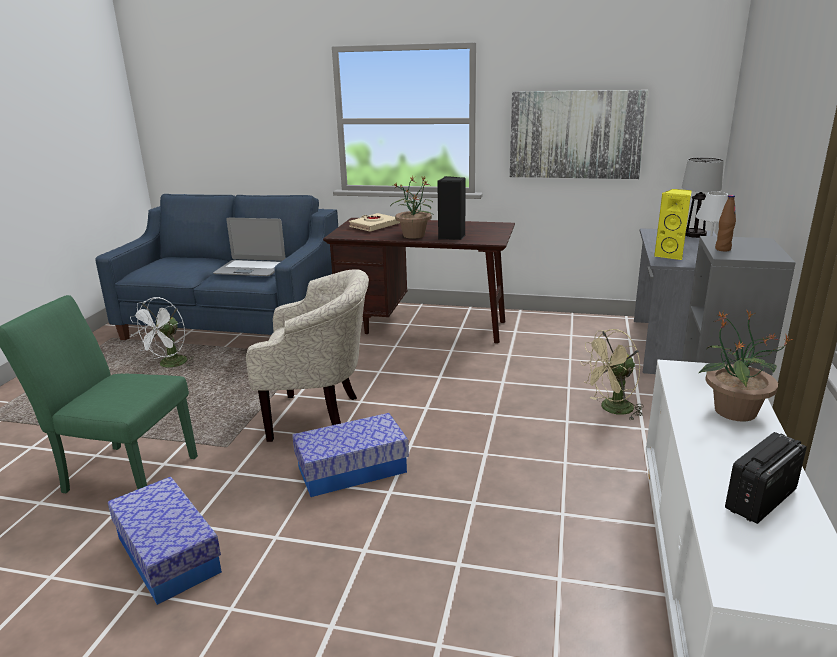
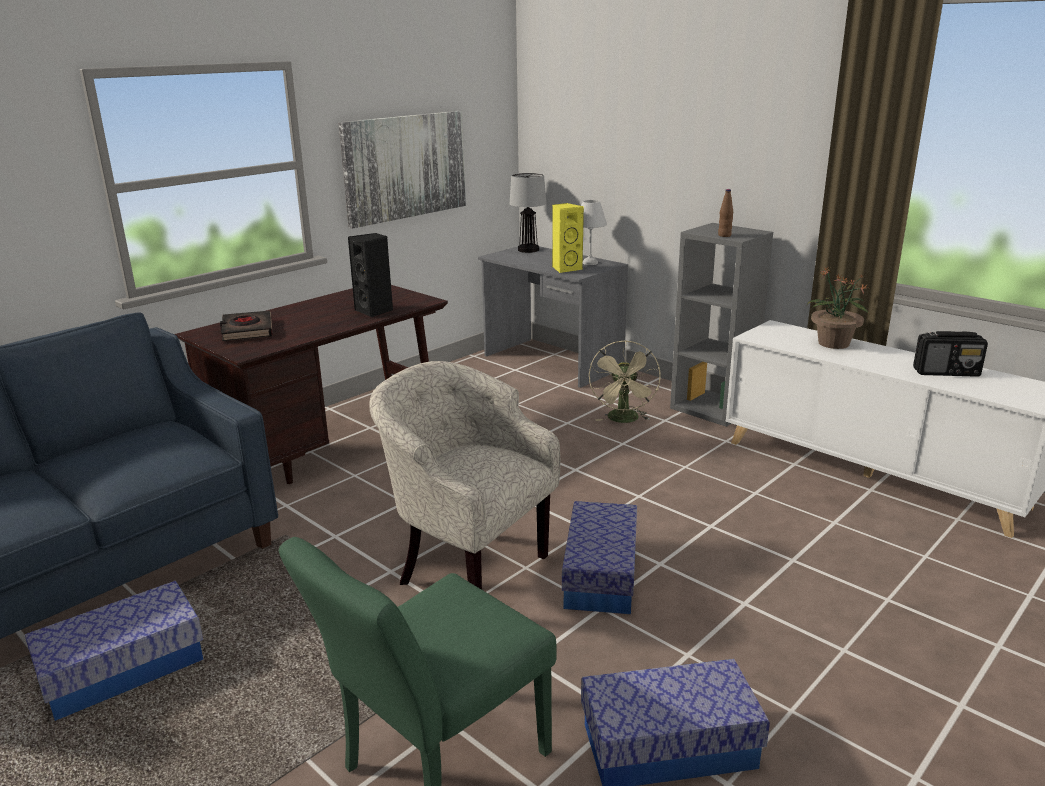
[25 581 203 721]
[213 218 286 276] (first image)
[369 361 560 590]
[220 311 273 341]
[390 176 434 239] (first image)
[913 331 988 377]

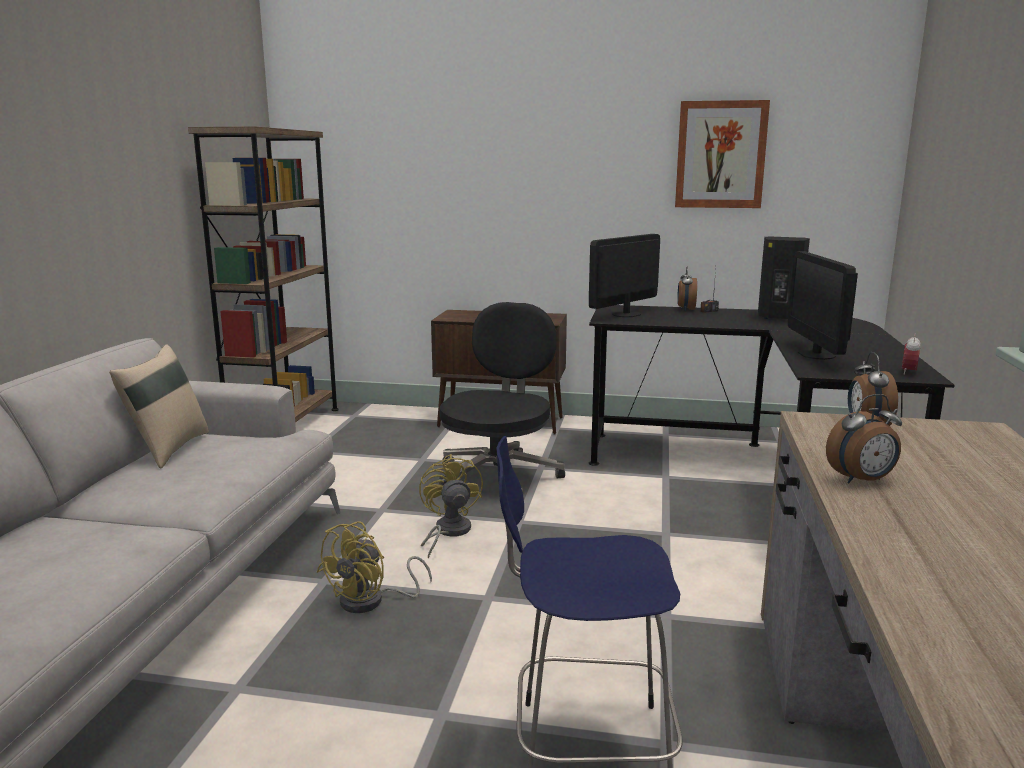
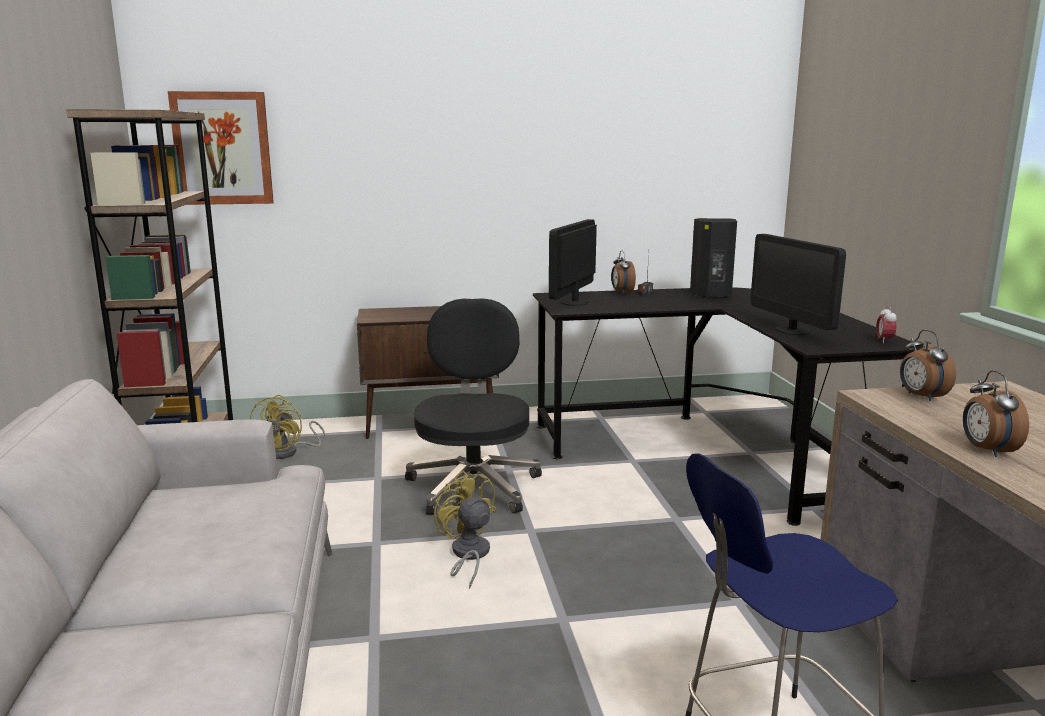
[109 344 209 469] (first image)
[250 395 326 459]
[168 91 274 205]
[963 370 1029 457]

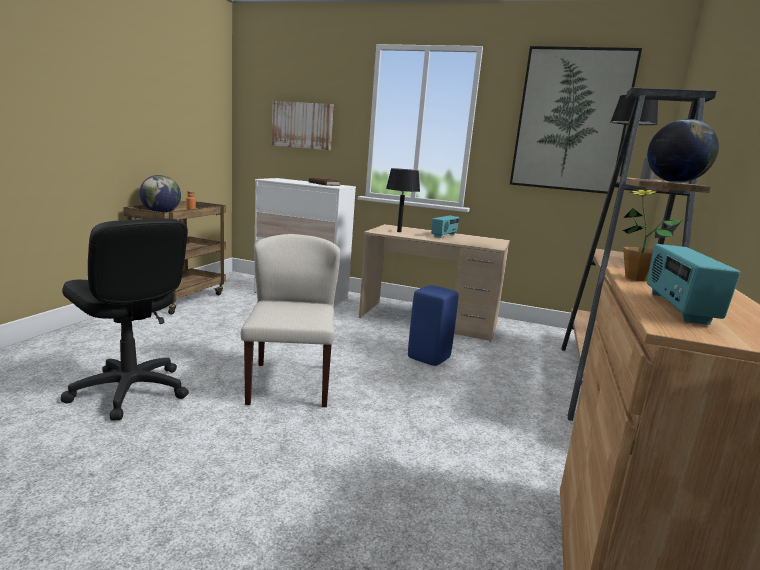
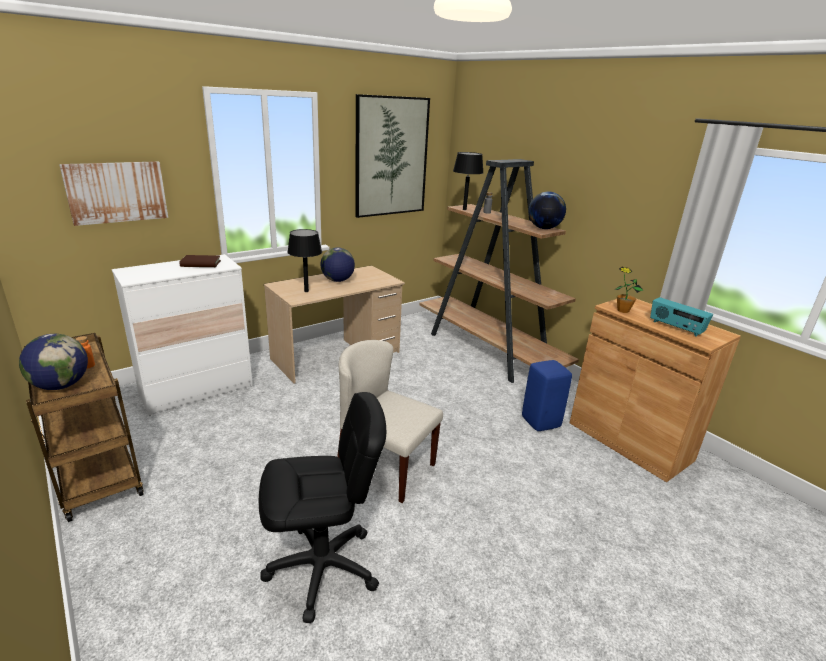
[522 360 572 431]
[321 247 355 282]

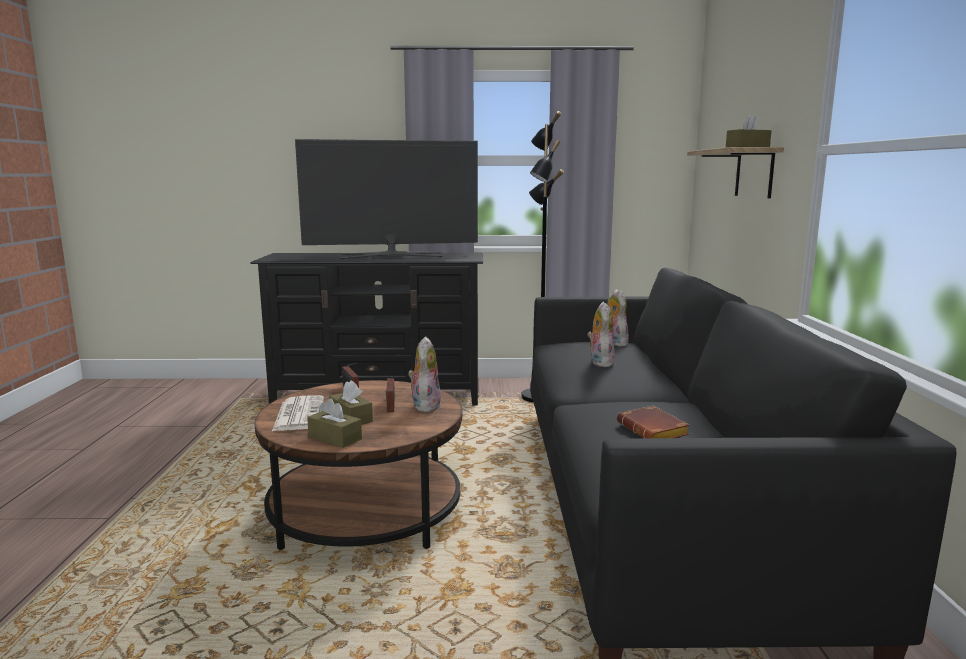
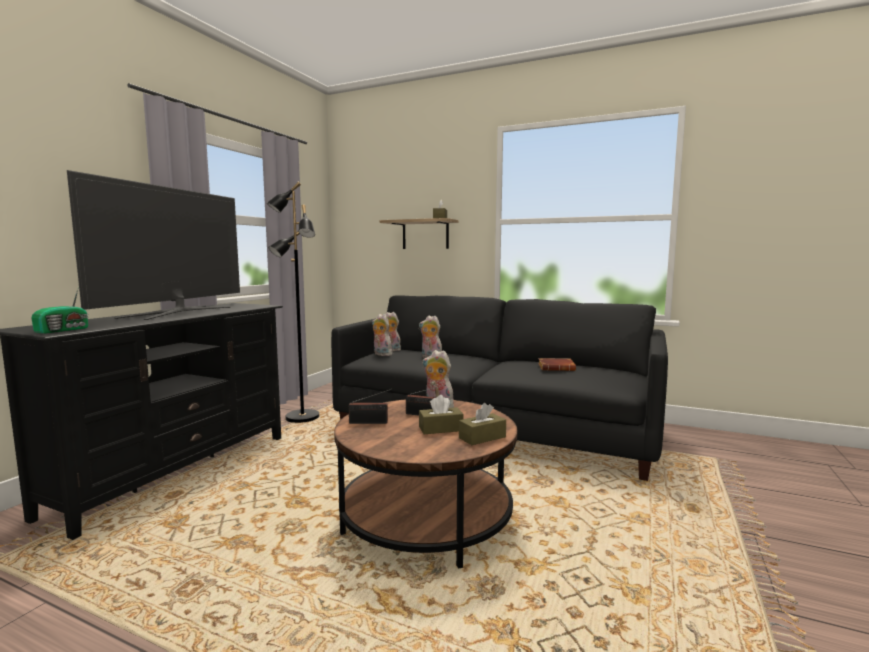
[272 395 324 431] (first image)
[31 286 89 334]
[372 314 392 356]

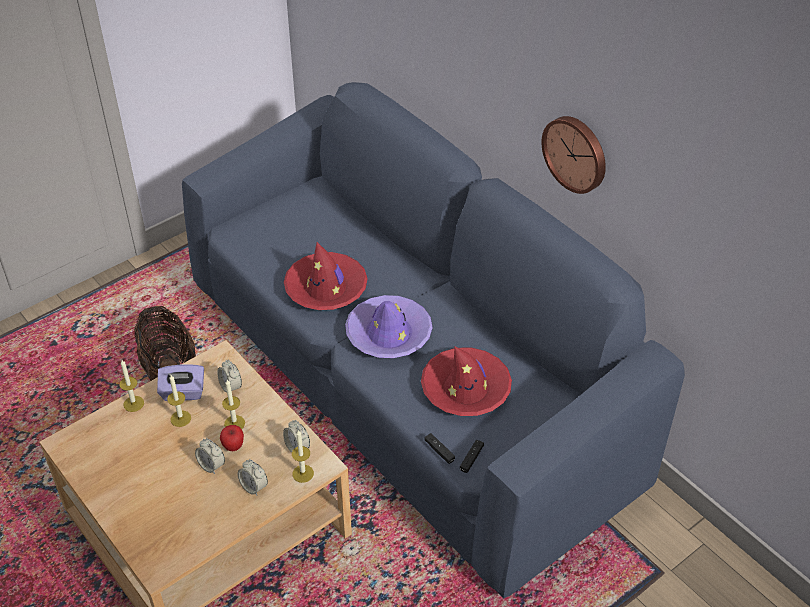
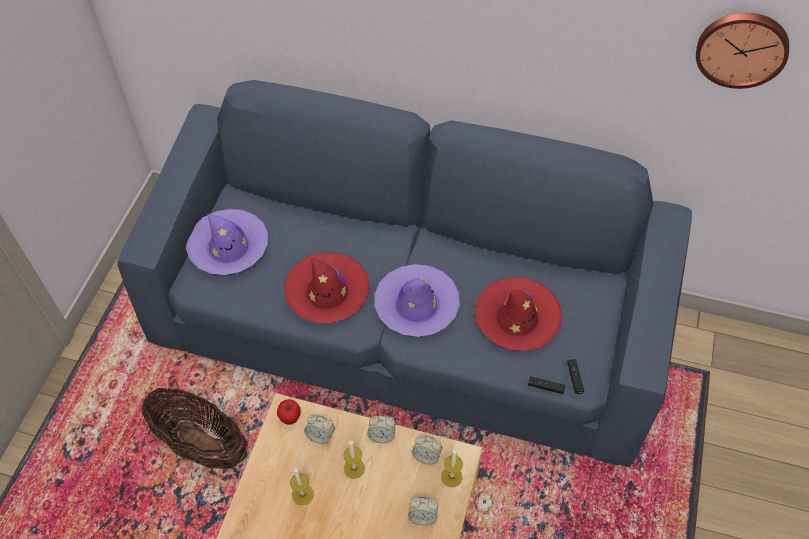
[119 360 144 412] (first image)
[157 364 204 401] (first image)
[367 416 396 443]
[277 399 301 425]
[696 13 789 89]
[186 209 268 275]

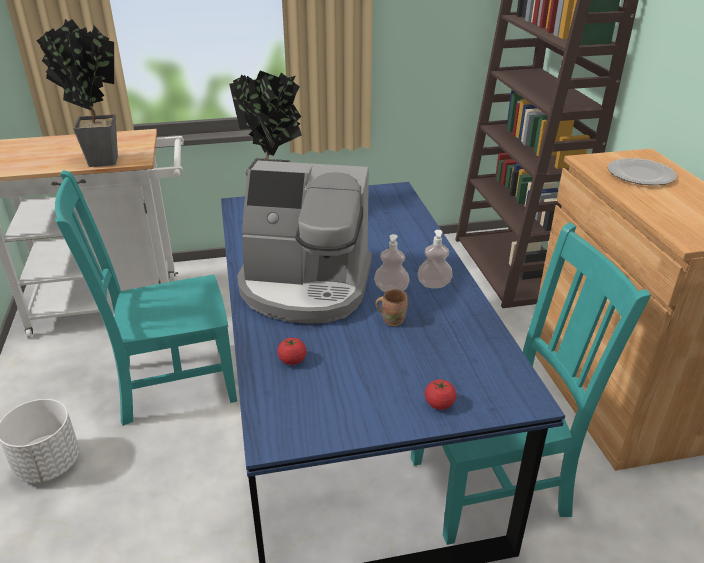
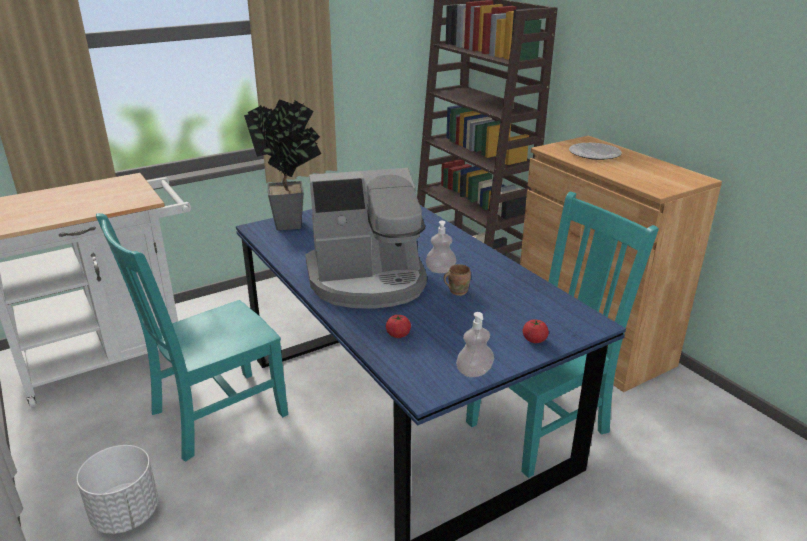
[37 19 118 167] (first image)
[456 312 494 377]

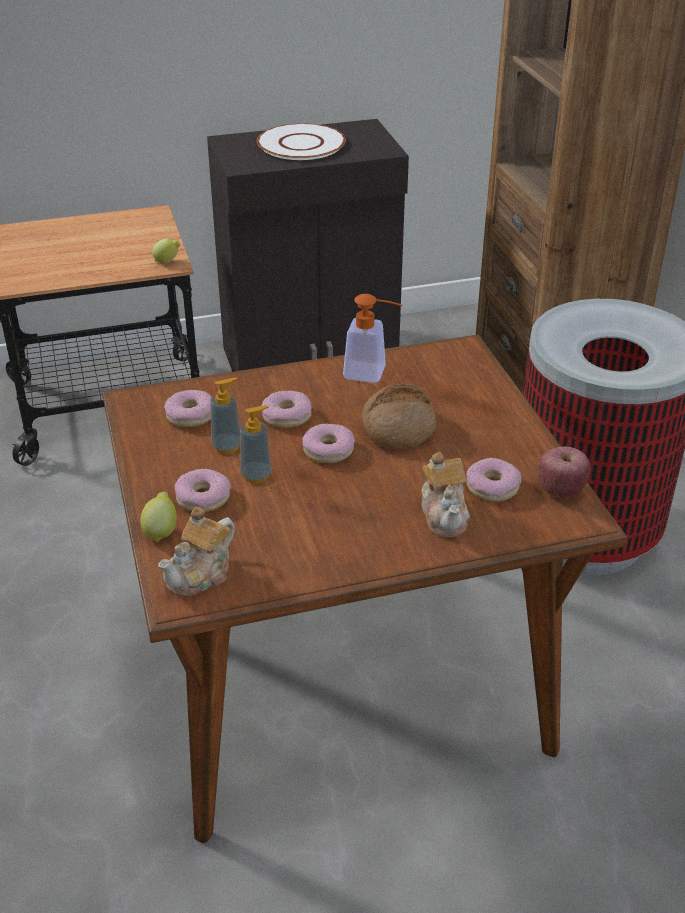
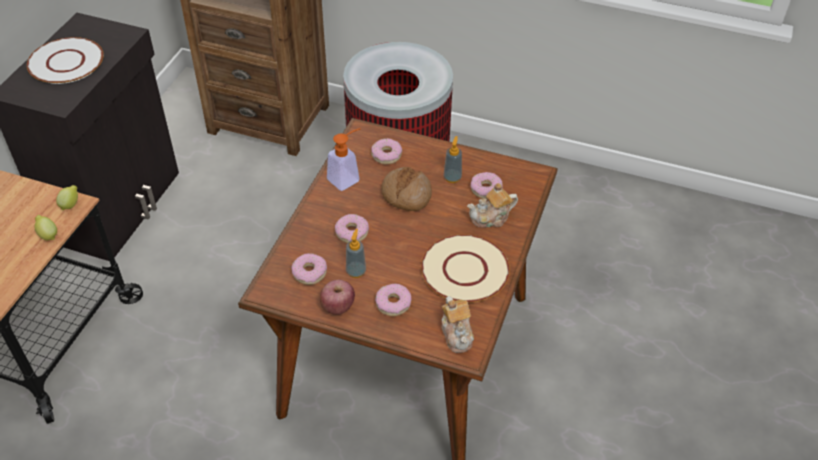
[35 215 57 240]
[444 136 462 183]
[371 138 402 164]
[467 183 518 228]
[320 280 355 315]
[421 234 510 303]

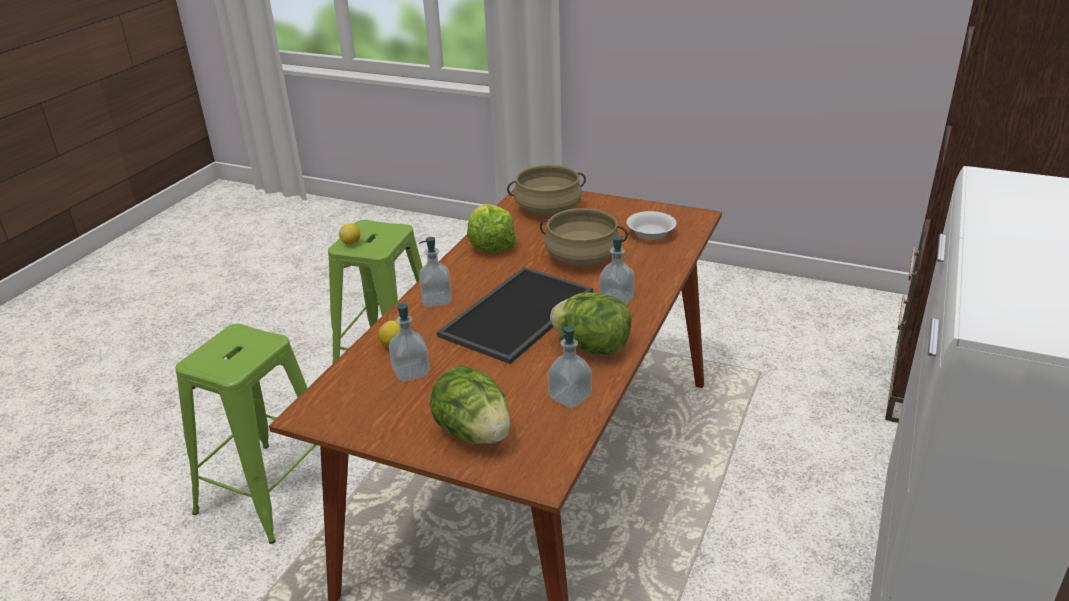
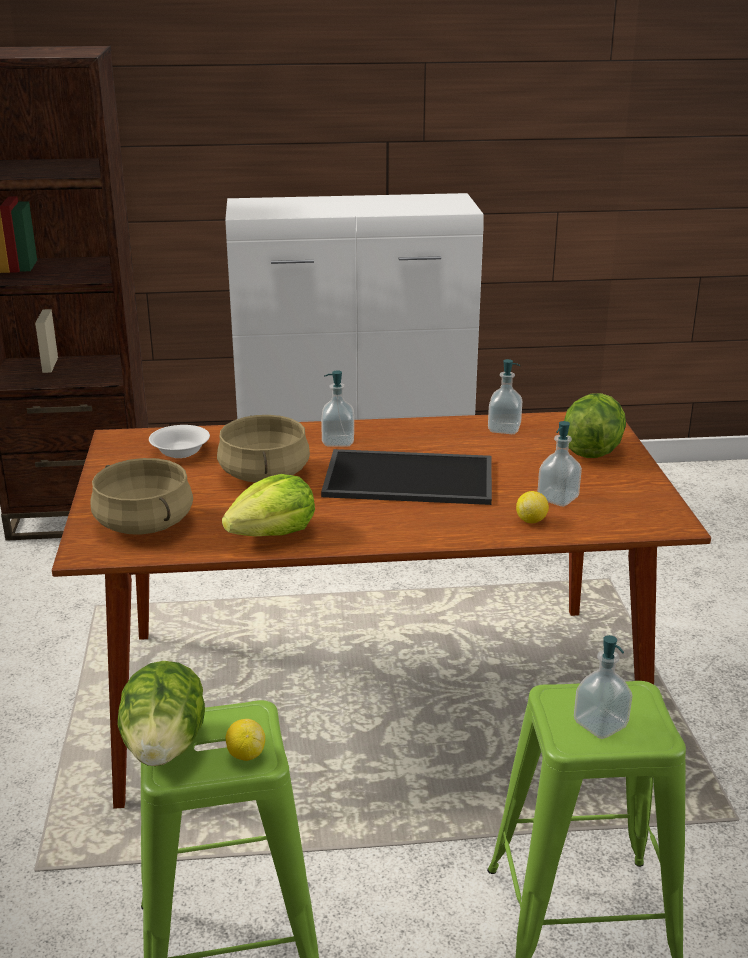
[574 635 633 739]
[118 661 205 766]

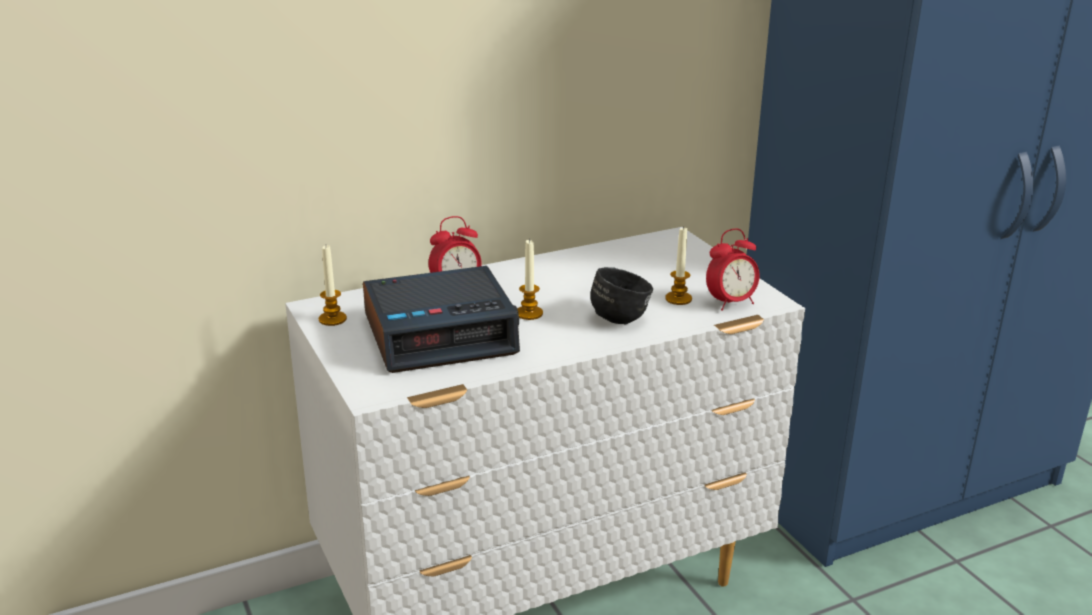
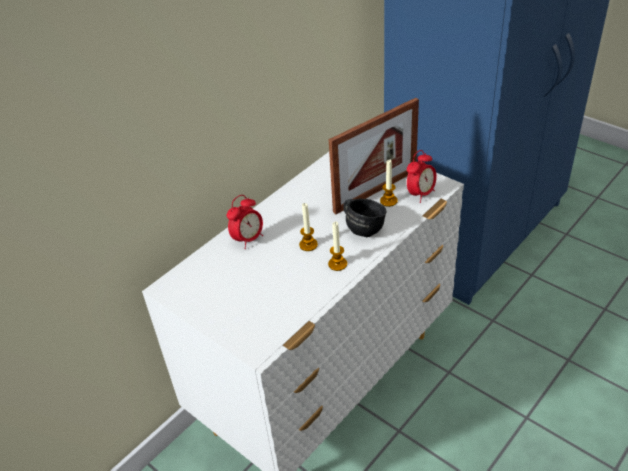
[328 221 347 271]
[363 266 520 373] (first image)
[329 98 419 214]

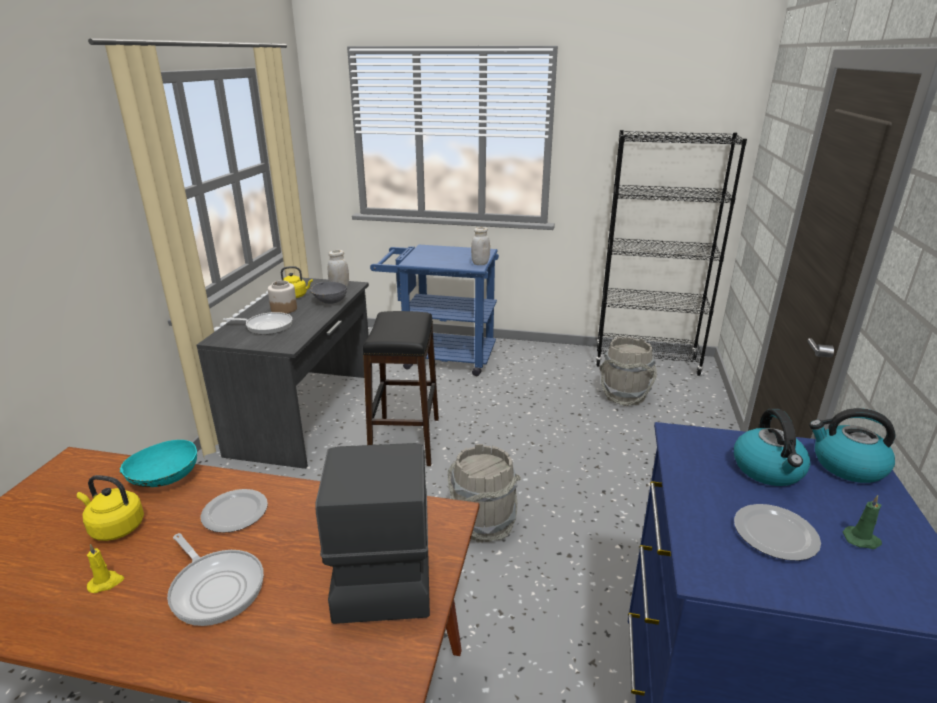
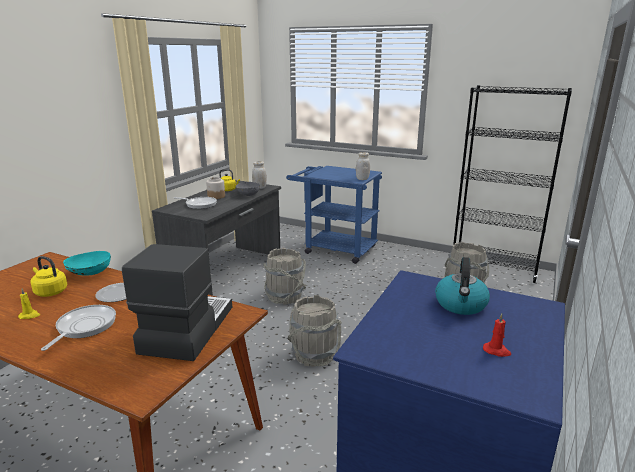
[41 305 116 351]
[263 248 306 305]
[734 504 821 561] (first image)
[809 408 896 483] (first image)
[483 313 511 357]

